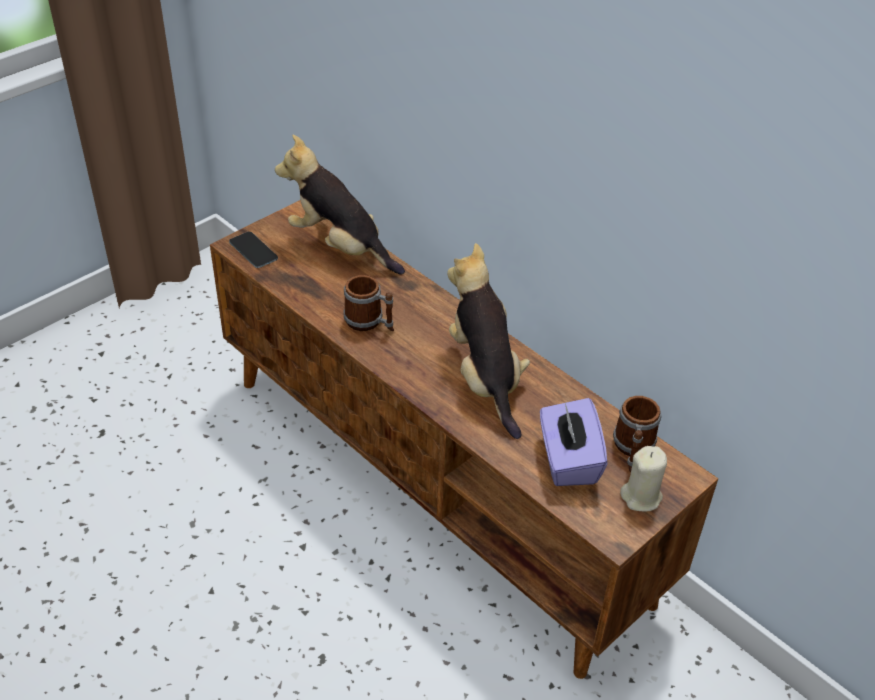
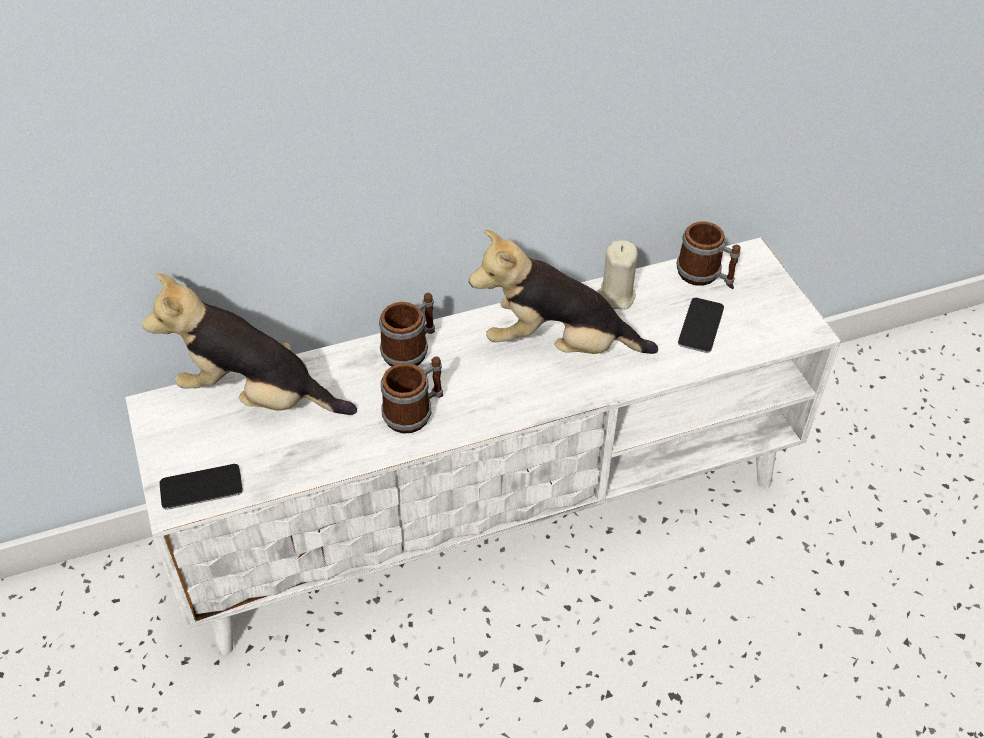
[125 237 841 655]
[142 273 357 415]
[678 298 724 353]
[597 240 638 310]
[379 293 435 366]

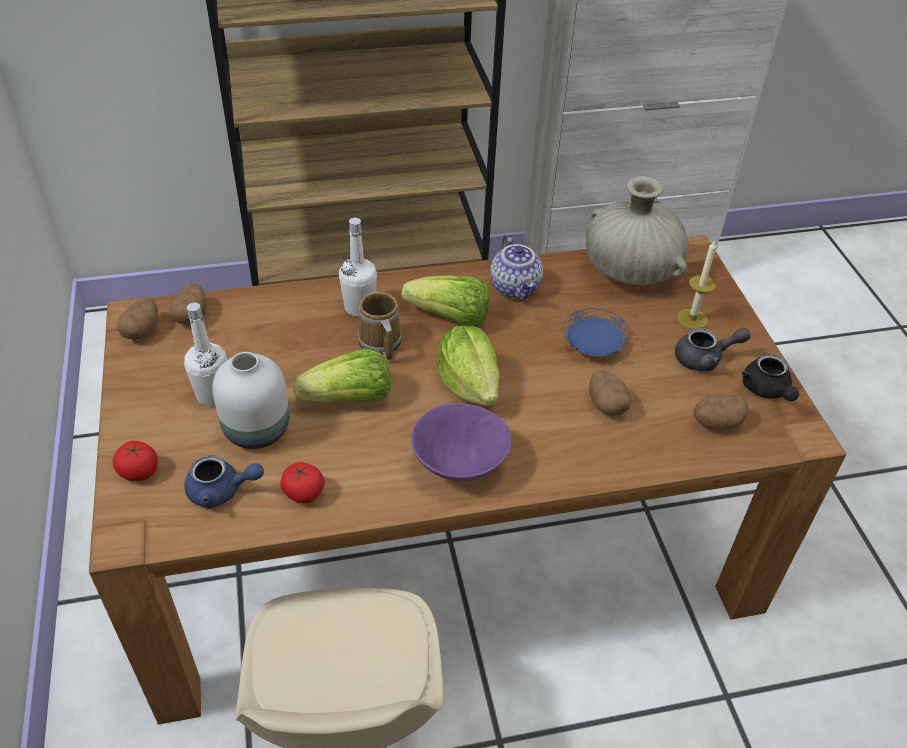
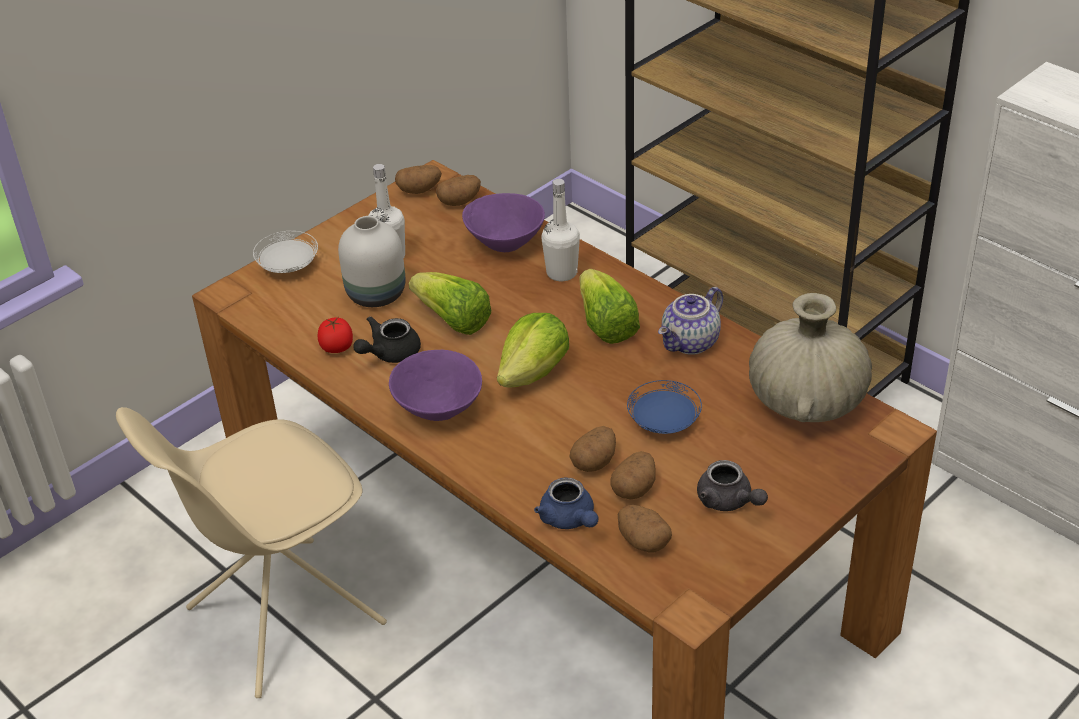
[253 231 318 273]
[534 477 598 529]
[358 292 402 361] (first image)
[677 240 716 329] (first image)
[353 316 421 363]
[462 193 545 252]
[611 451 656 499]

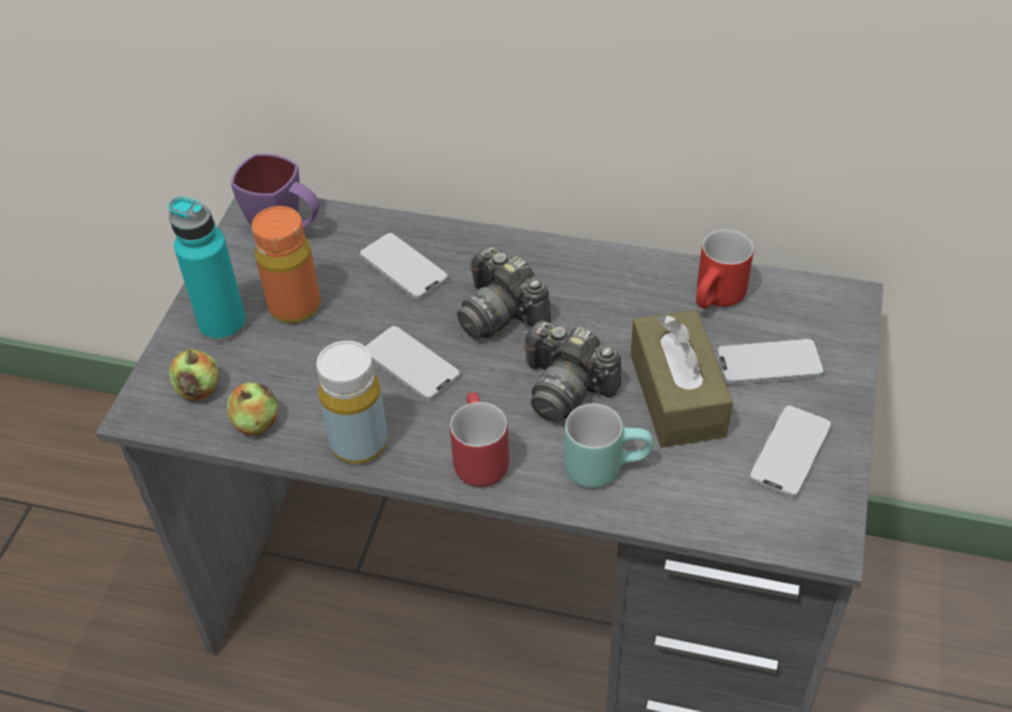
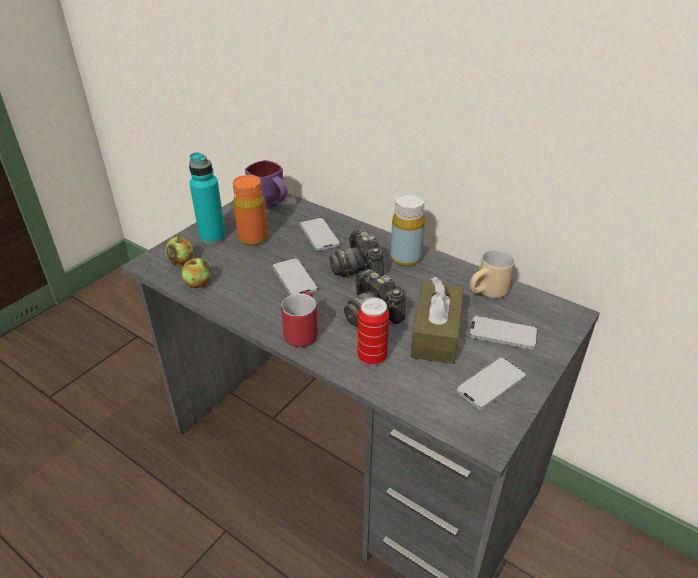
[391 193 425 266]
[358 297 389 365]
[470 250 515 298]

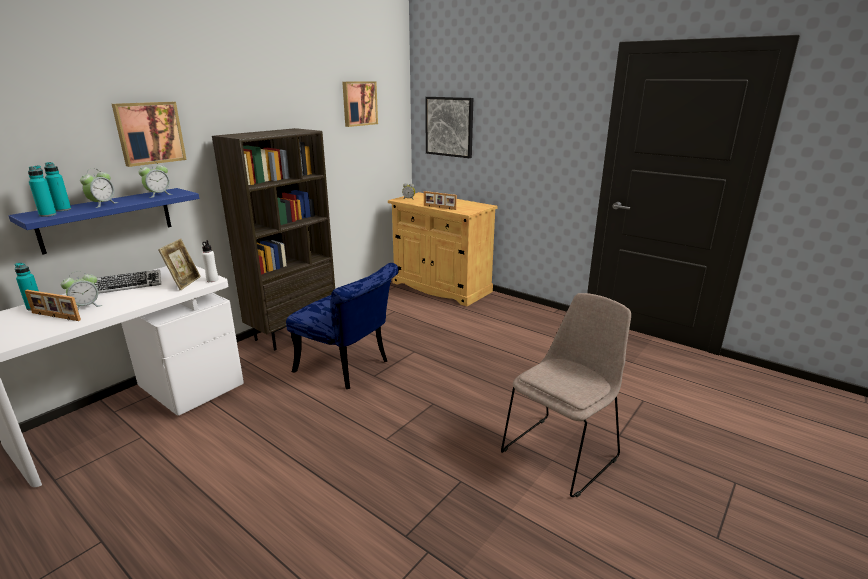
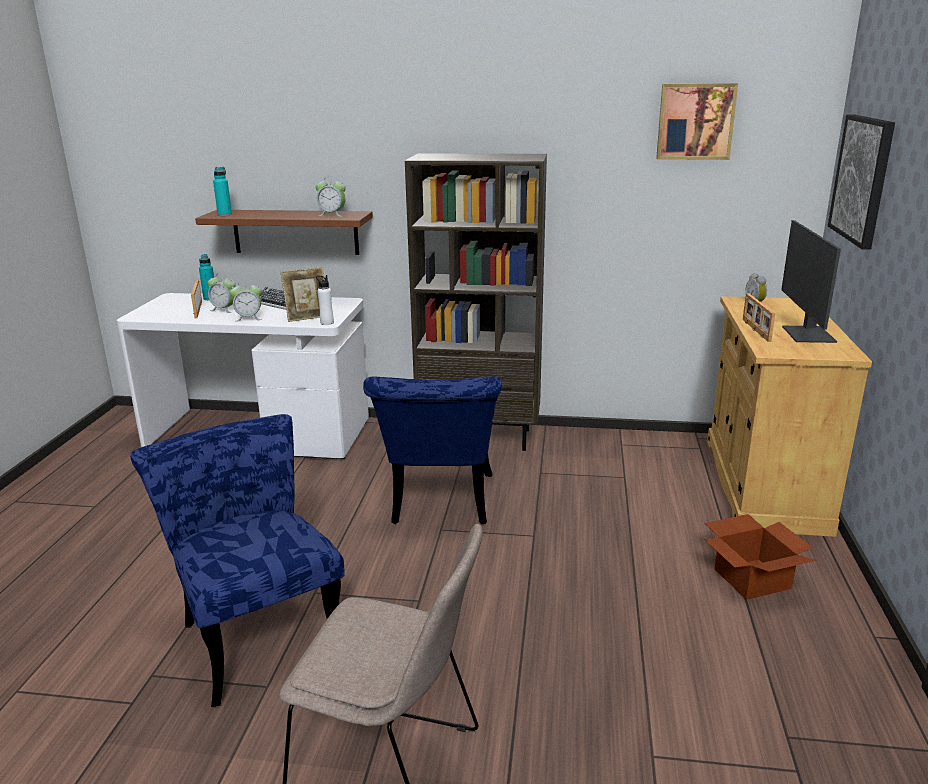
[195 210 373 255]
[44 162 71 212] (first image)
[230 280 262 322]
[112 102 187 167] (first image)
[130 414 345 707]
[704 514 817 600]
[781 220 841 343]

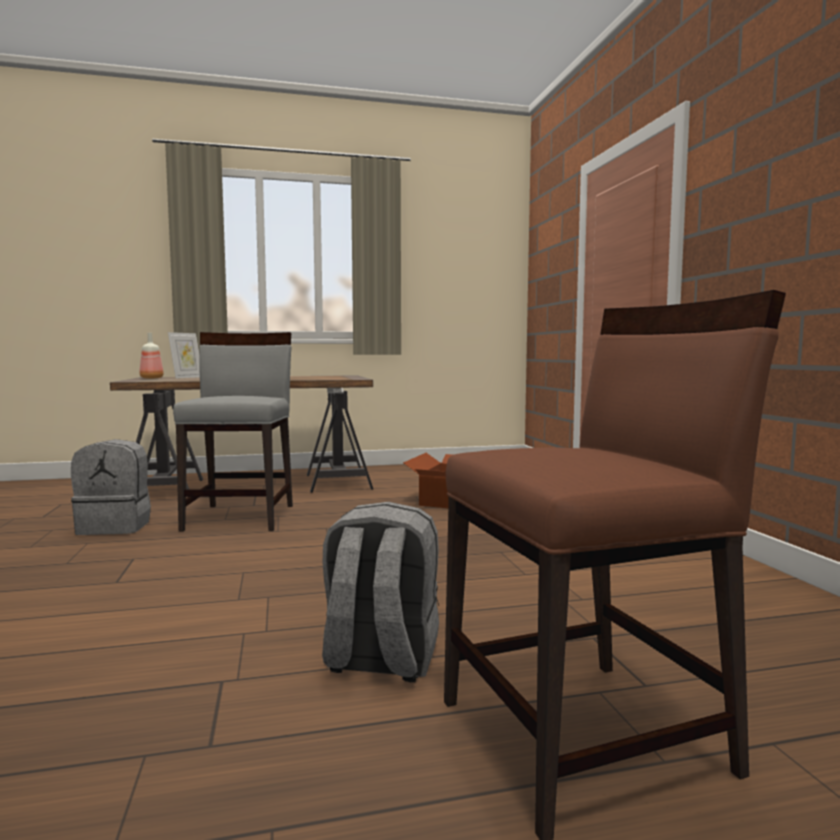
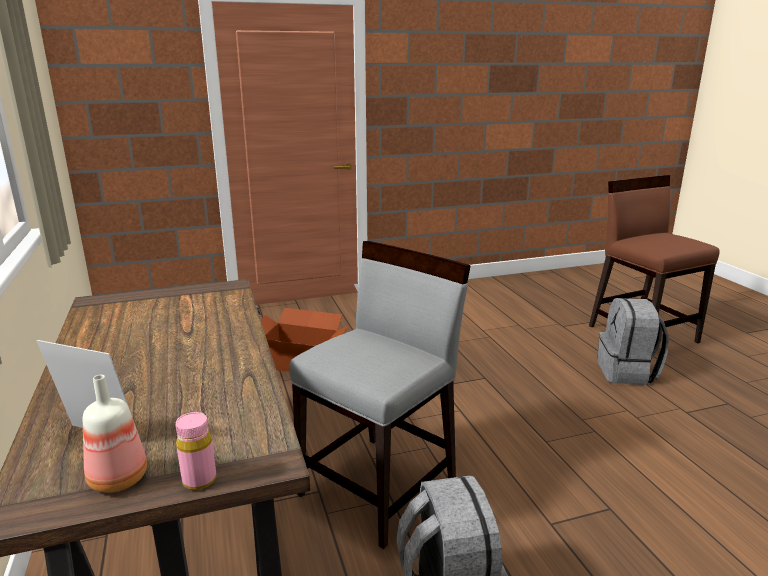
[289 241 471 549]
[175 412 216 490]

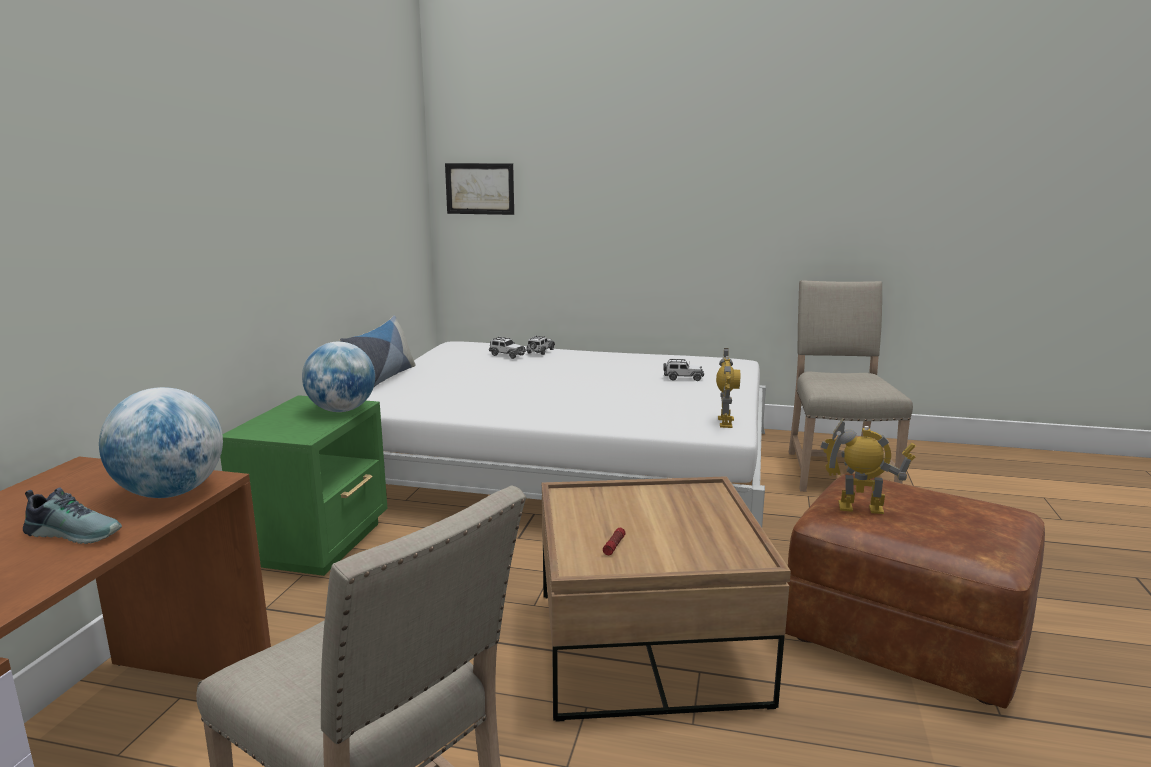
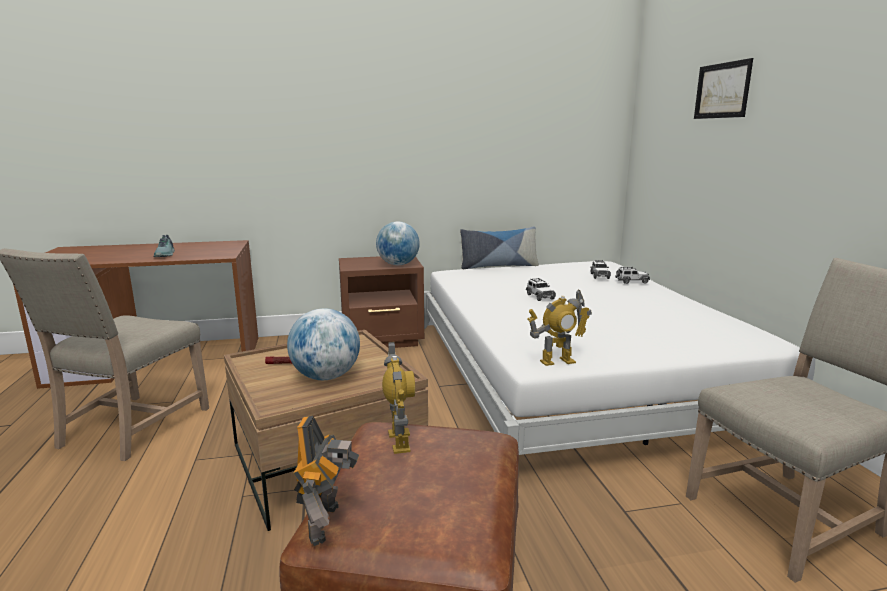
[287 308 360 380]
[339 256 424 348]
[694 58 753 119]
[526 278 556 301]
[293 416 359 546]

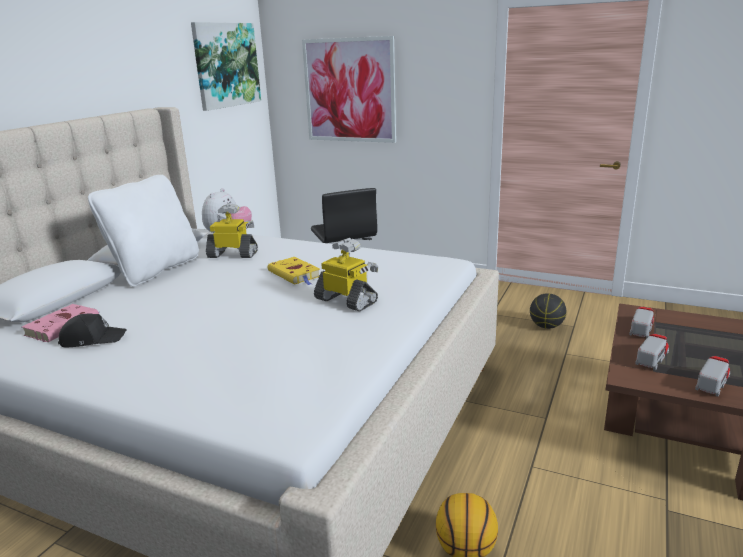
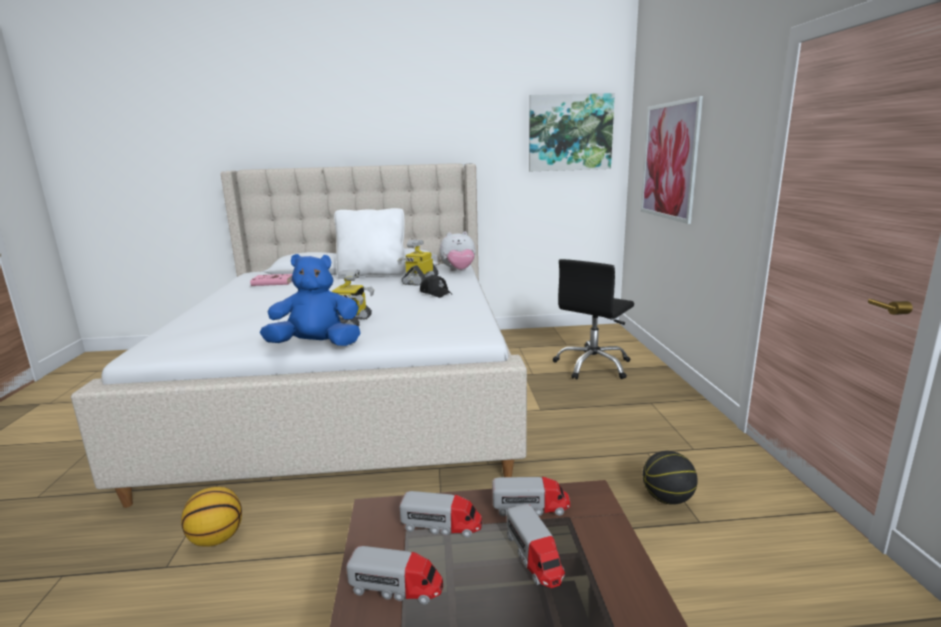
[420 275 452 298]
[397 240 438 286]
[268 257 320 285] (first image)
[260 254 360 346]
[507 504 565 588]

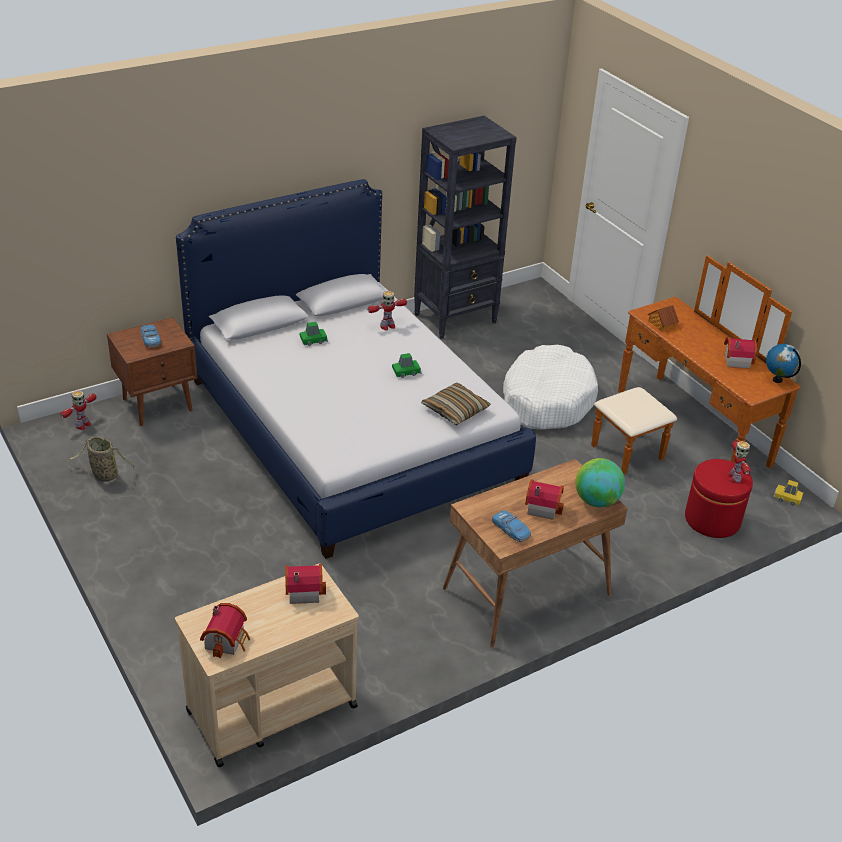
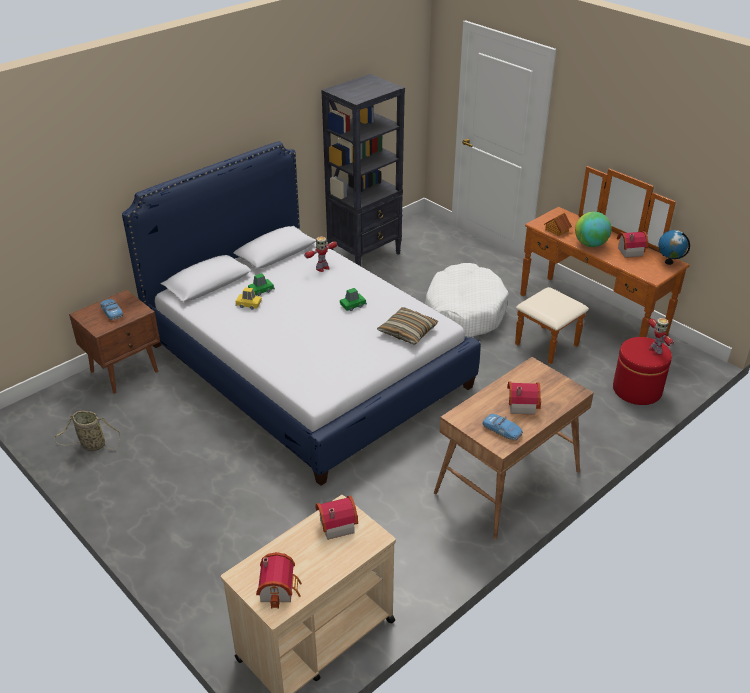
[60 391 97 430] (first image)
[575 212 612 247]
[235 287 262 310]

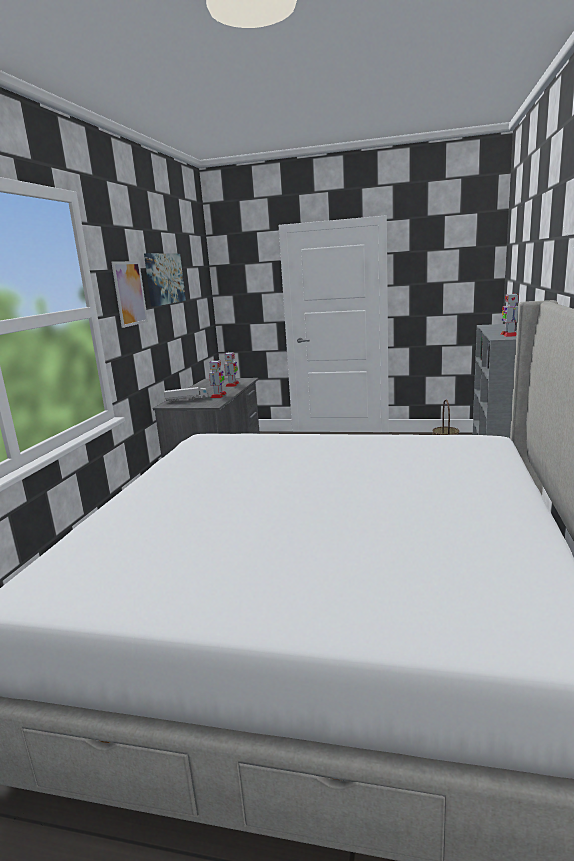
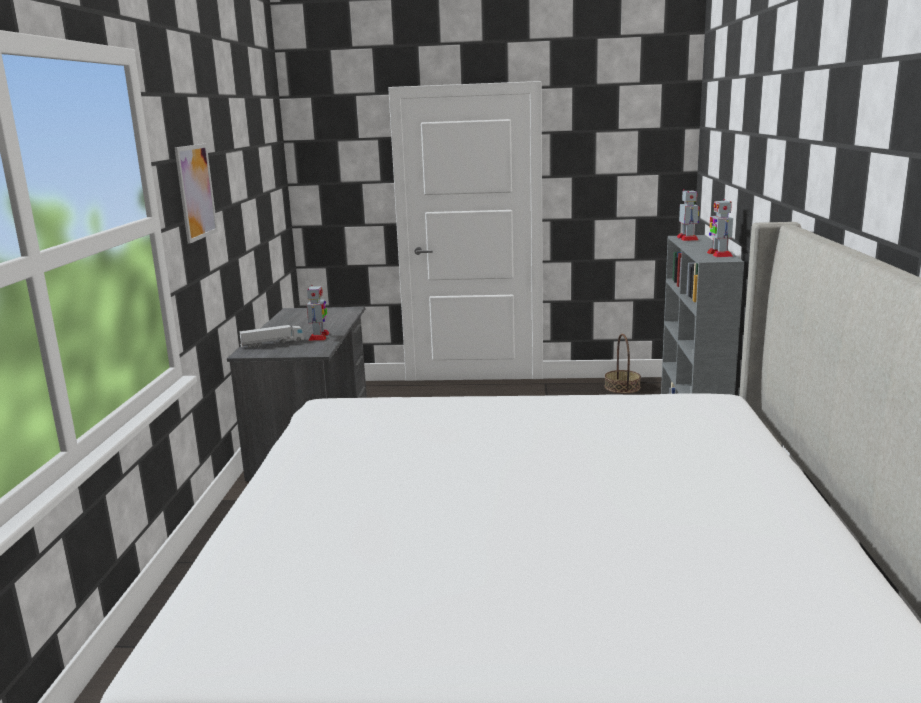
[144 253 186 307] (first image)
[677 189 699 241]

